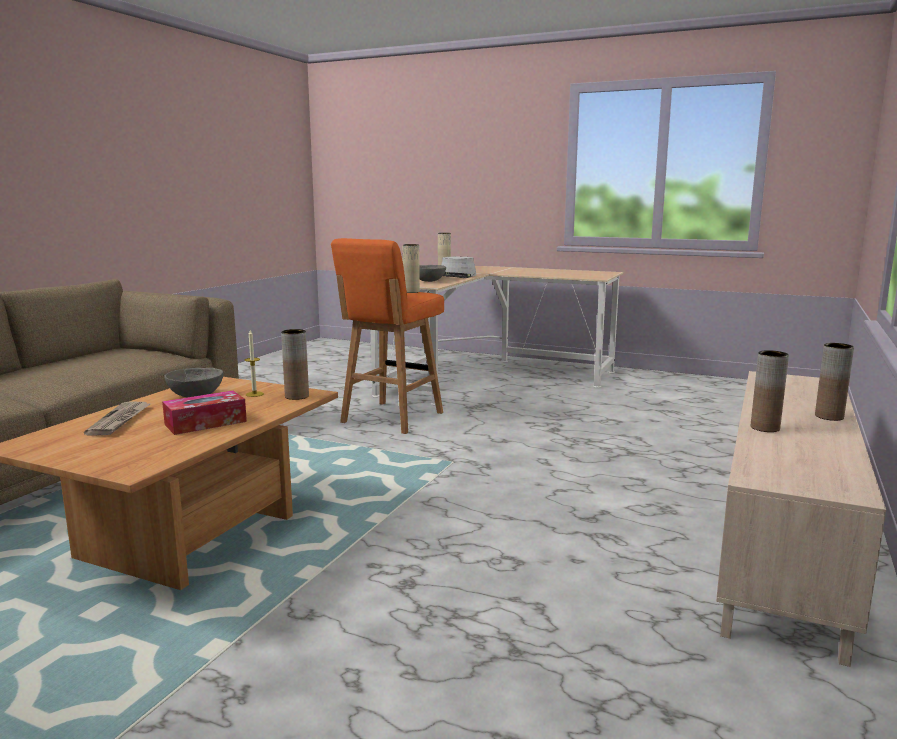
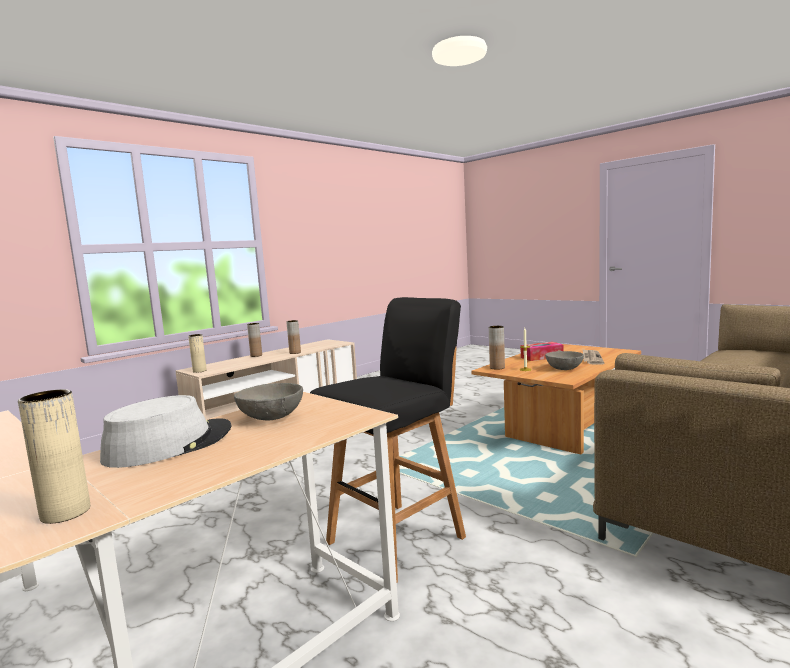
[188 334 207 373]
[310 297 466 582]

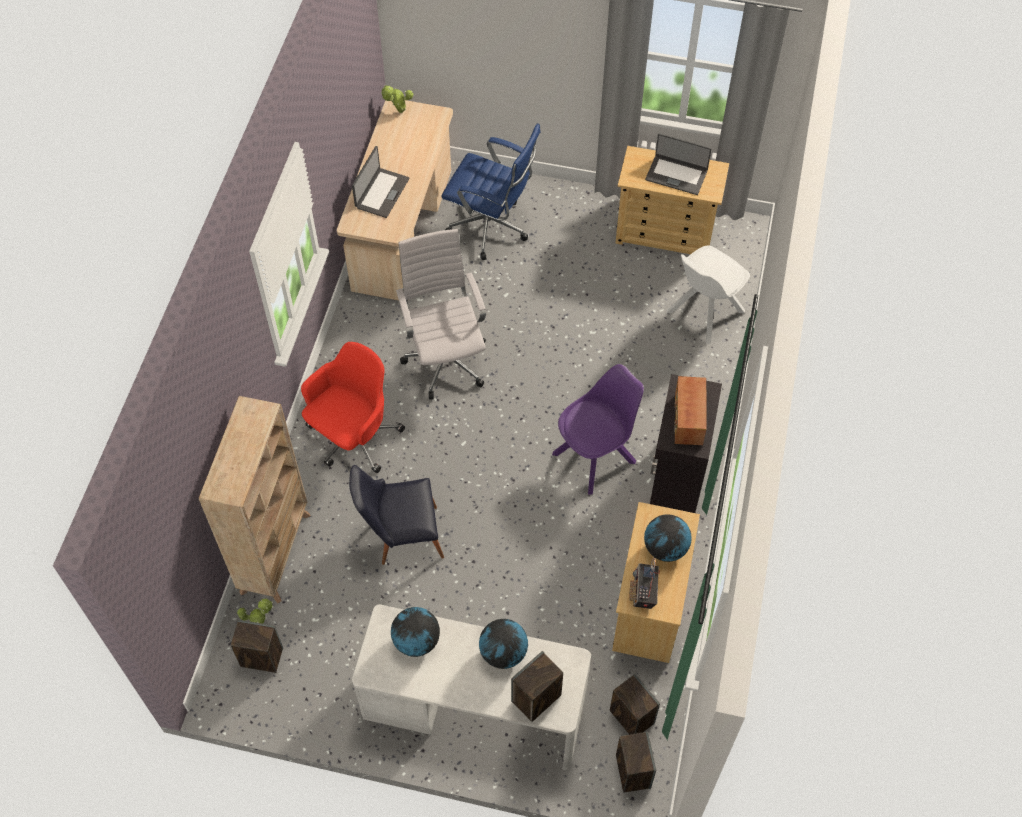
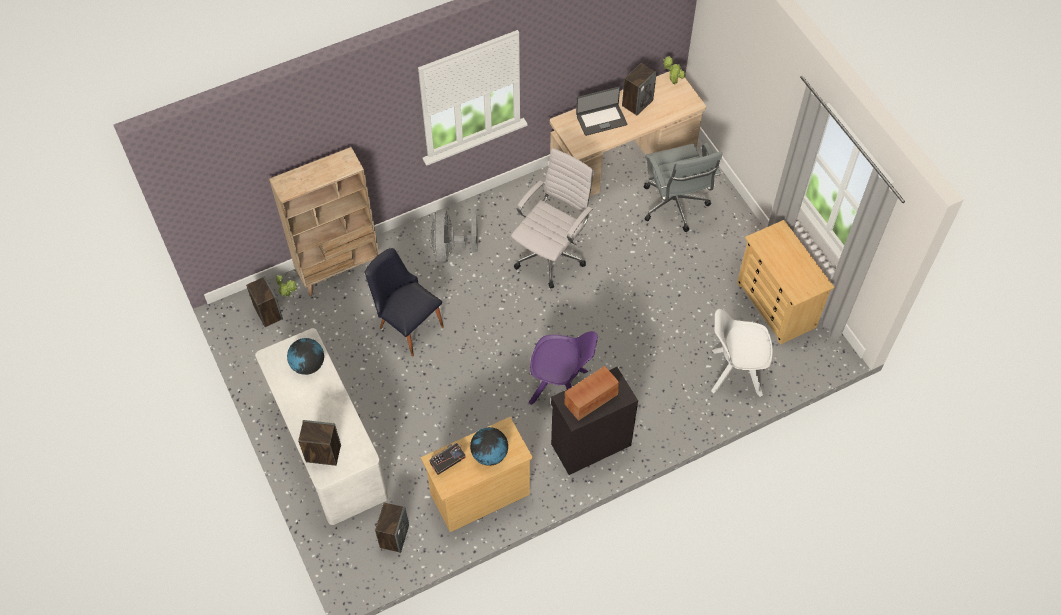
[430 210 478 263]
[622 63 657 116]
[644 143 722 232]
[479 619 528 669] (first image)
[645 133 712 195] (first image)

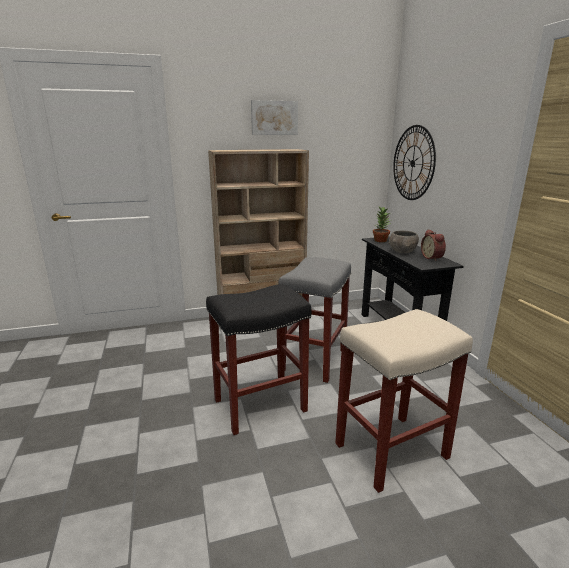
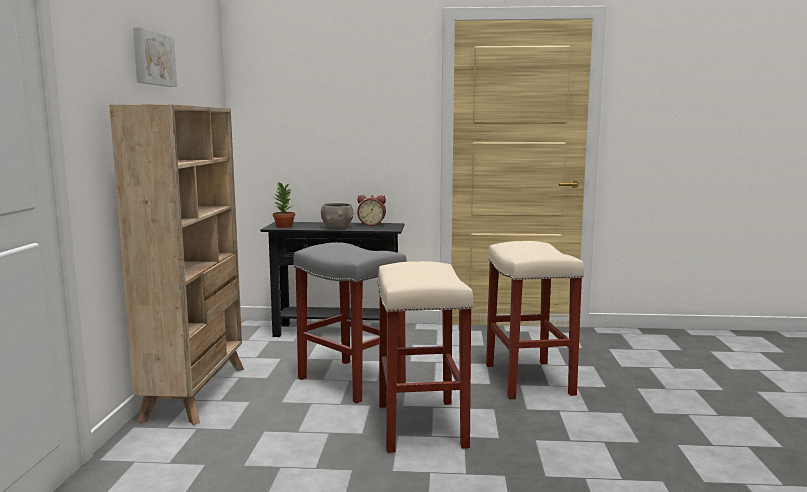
[377 261 474 453]
[393 125 436 200] (first image)

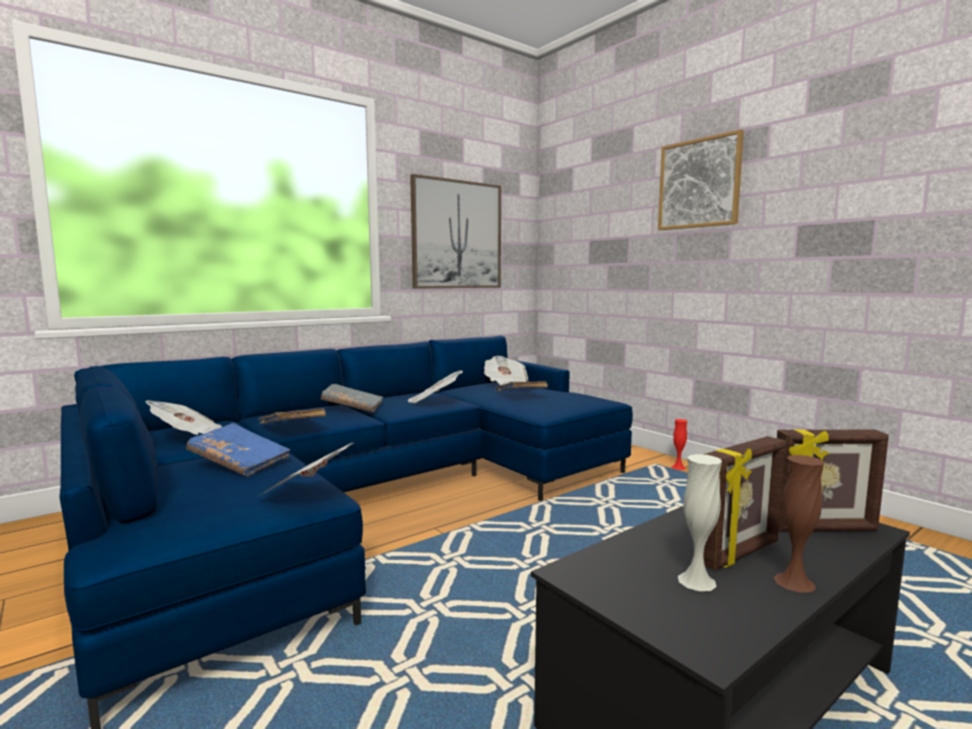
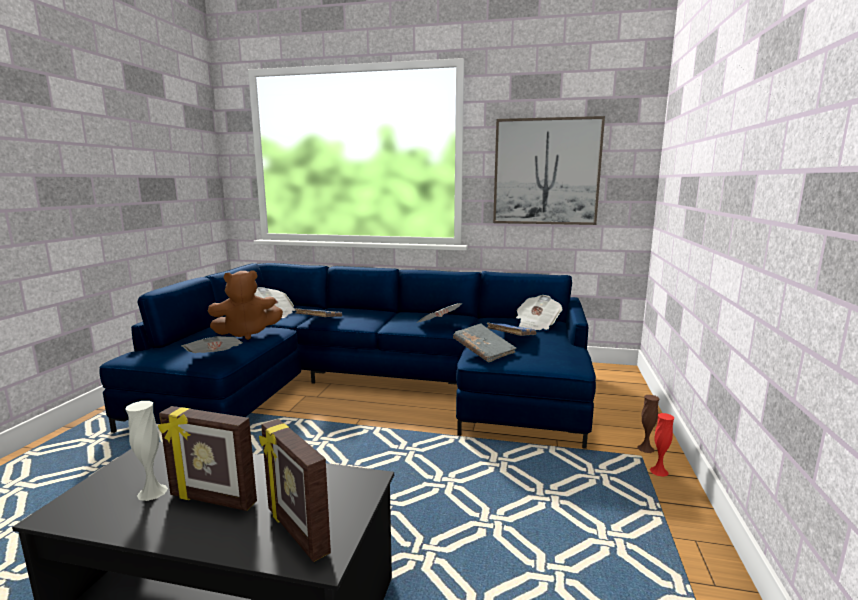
[208 270 283 340]
[453 323 517 363]
[637 395 659 453]
[658 129 744 230] (first image)

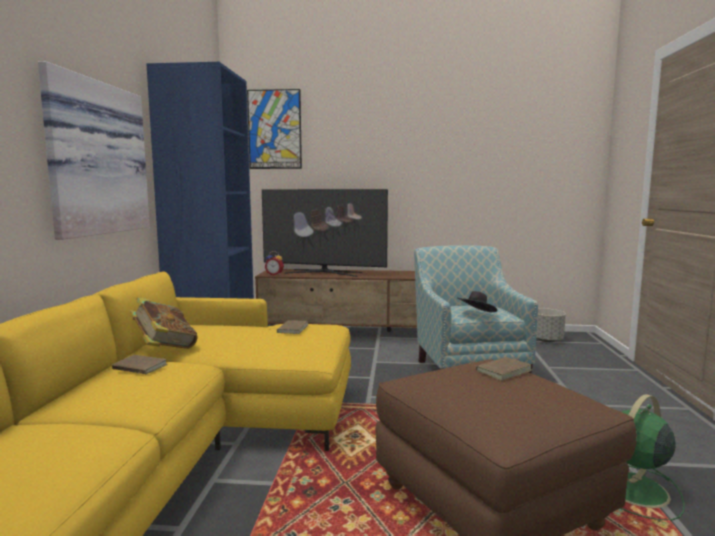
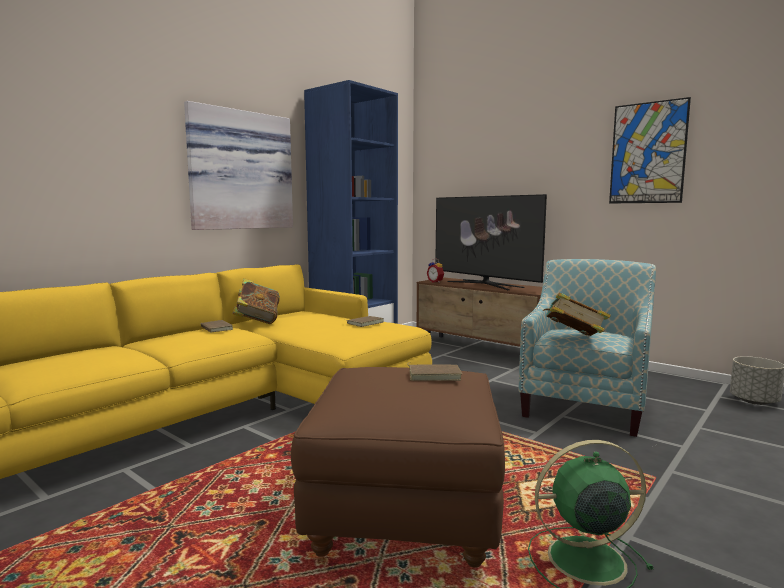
[543 292 611 336]
[609 97 691 203]

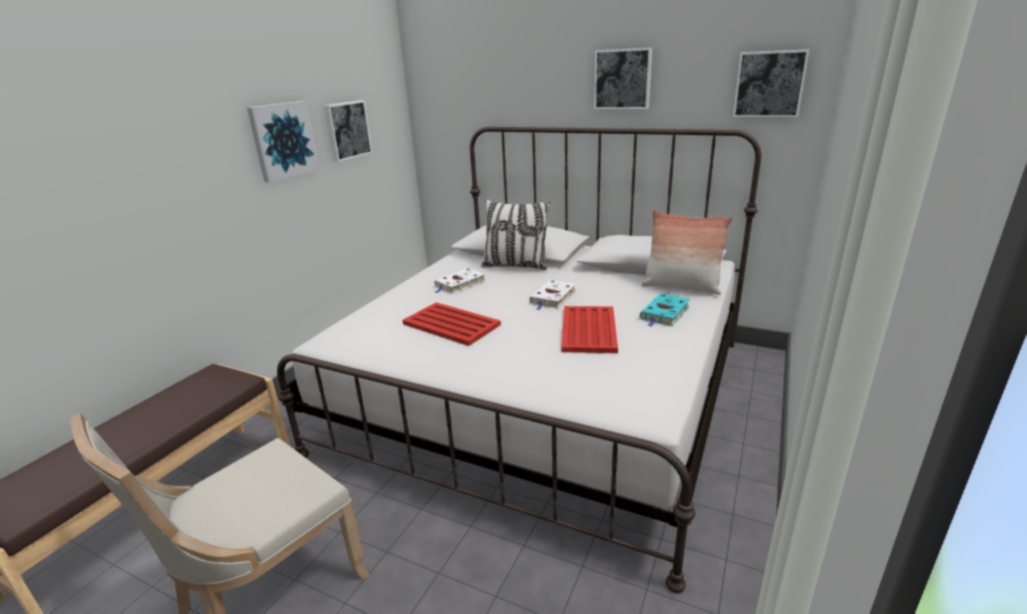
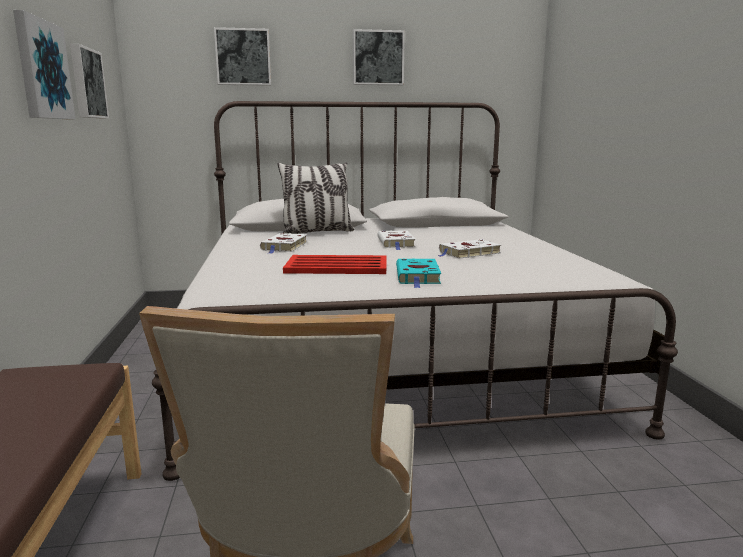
[214 27 271 86]
[396 258 441 288]
[438 239 501 259]
[641 210 732 295] (first image)

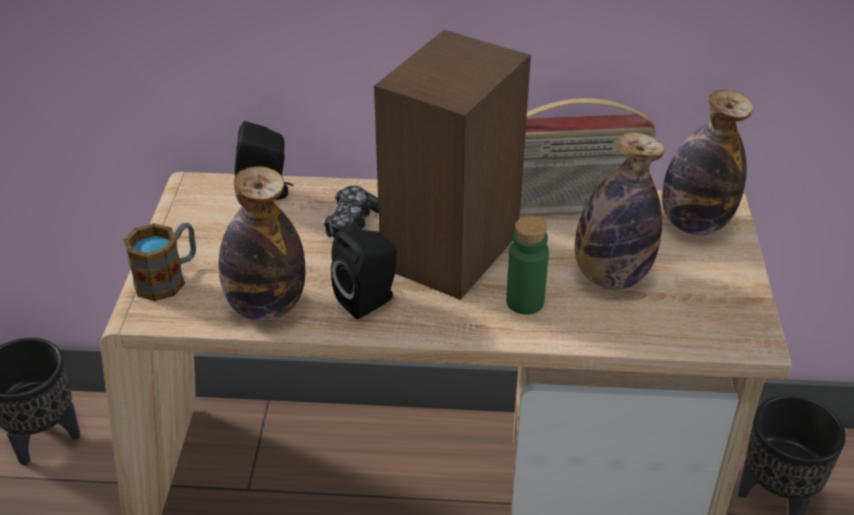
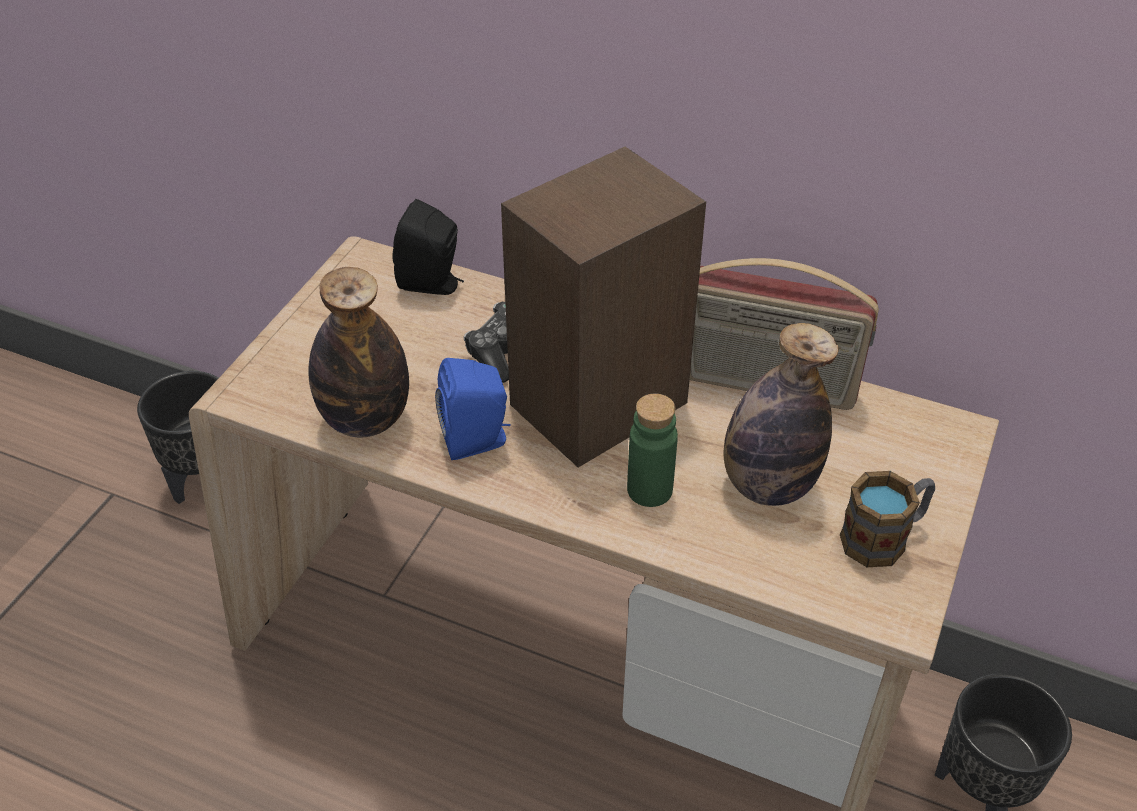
[435 358 511 460]
[840 471 935 567]
[662 90 754 235] (first image)

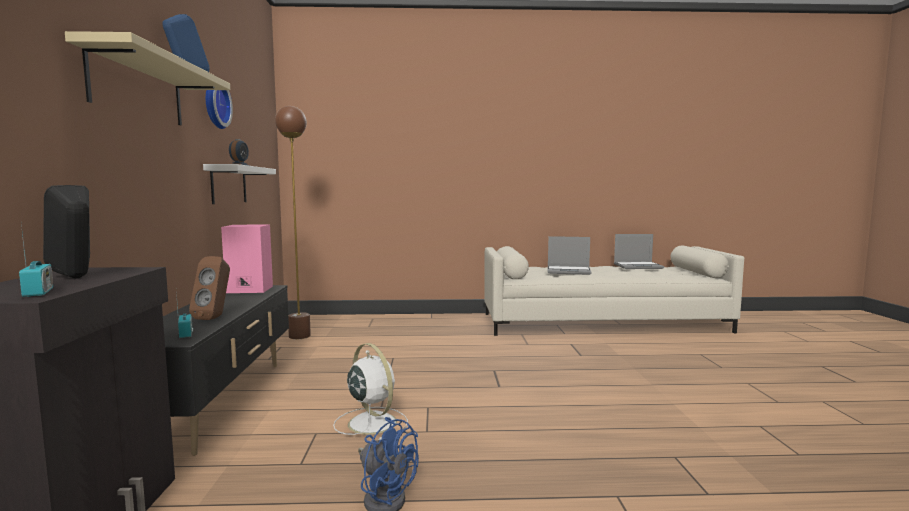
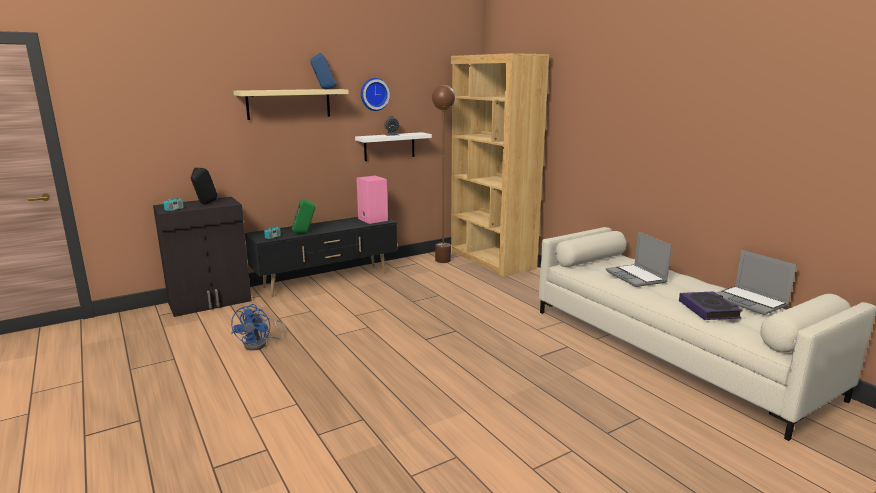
[292 198 315 233]
[451 53 549 277]
[679 291 743 320]
[333 343 408 440] (first image)

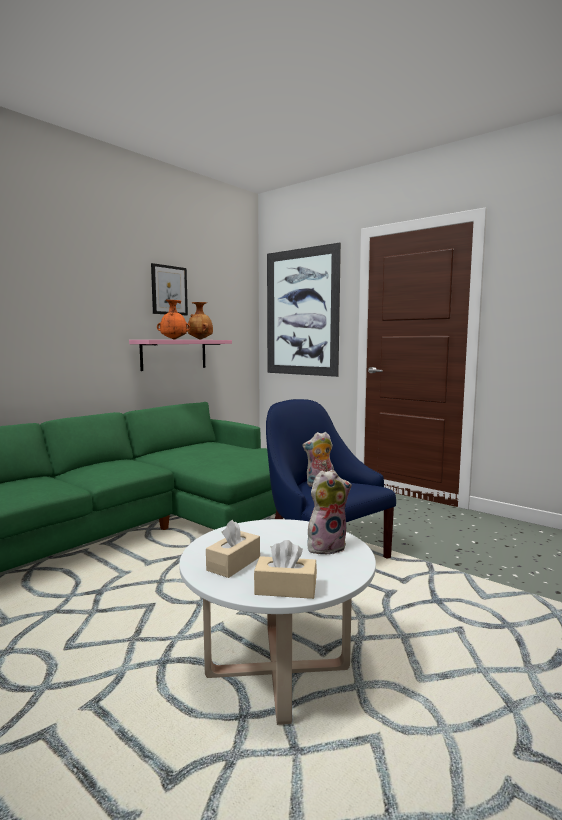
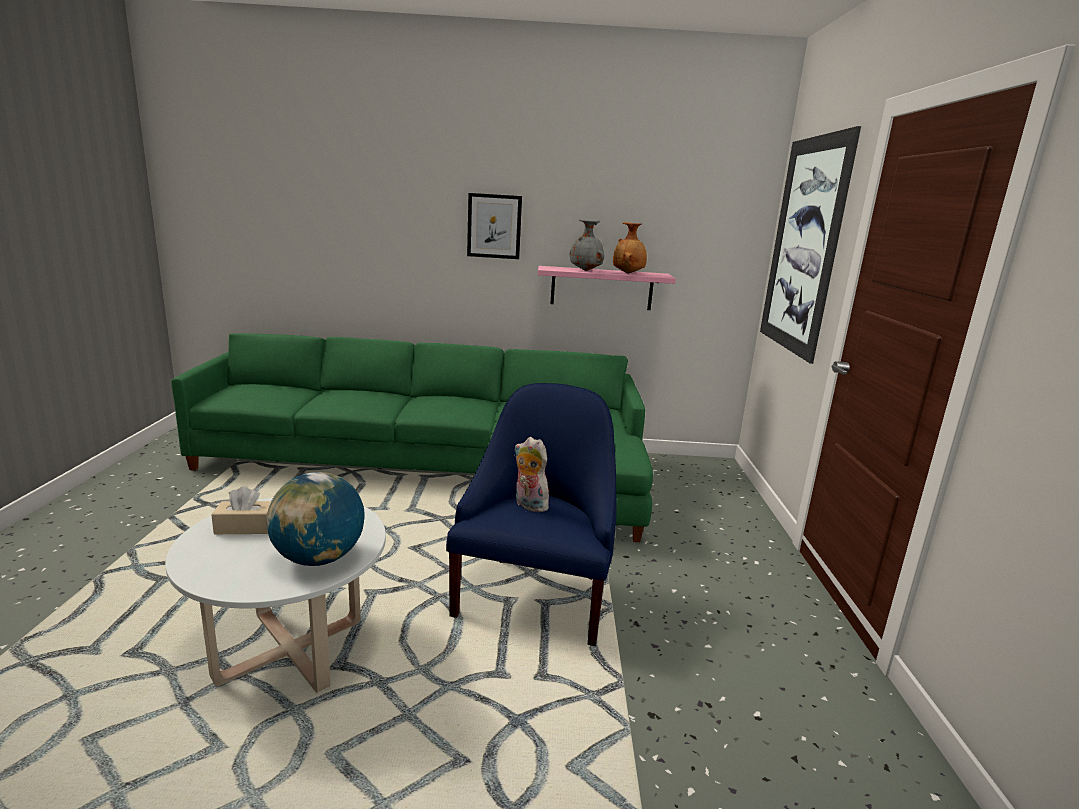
[266 472 365 566]
[467 193 522 259]
[570 219 604 271]
[254 540 317 599] (first image)

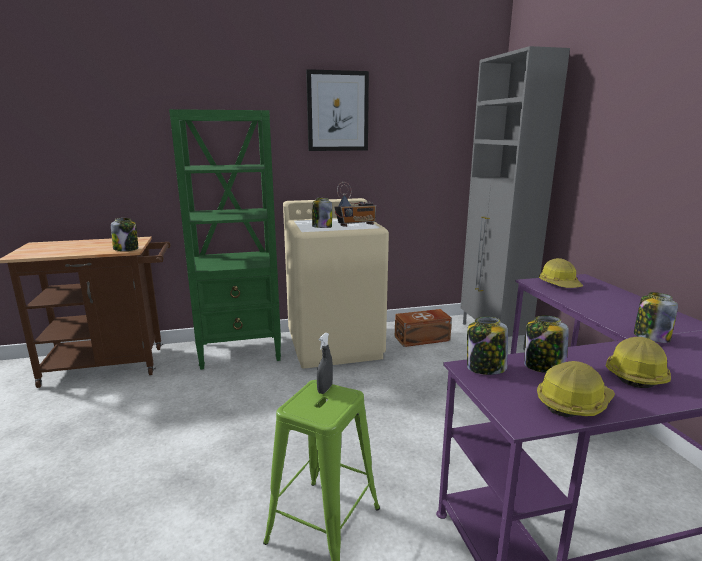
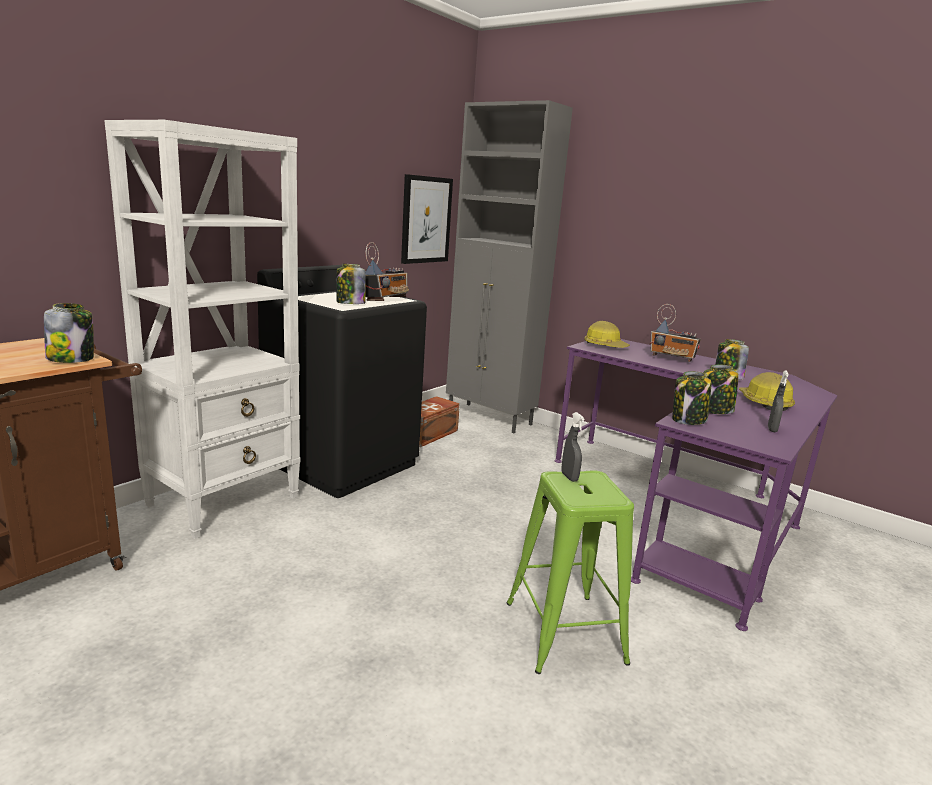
[104 120 301 539]
[257 265 427 498]
[401 174 453 264]
[650 304 701 362]
[768 370 789 432]

